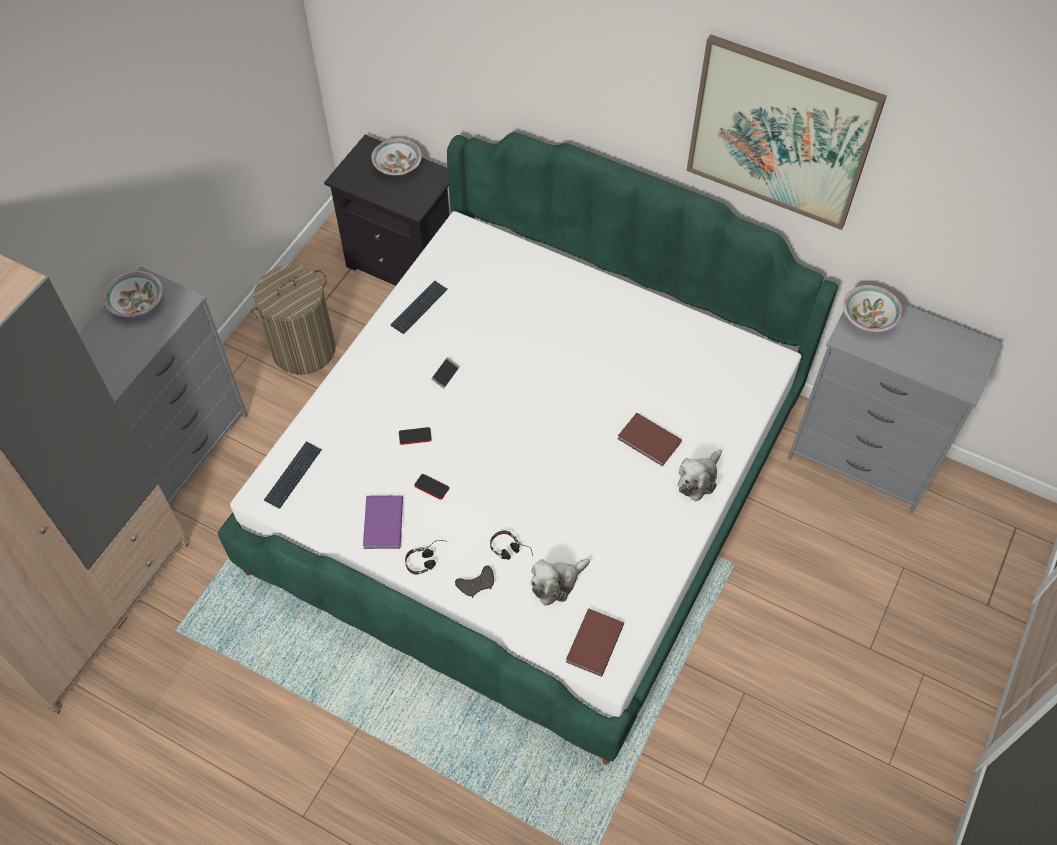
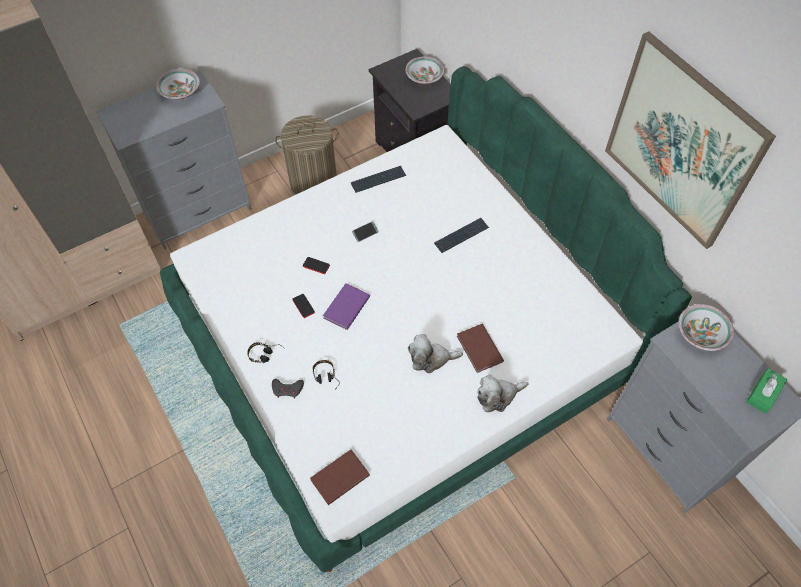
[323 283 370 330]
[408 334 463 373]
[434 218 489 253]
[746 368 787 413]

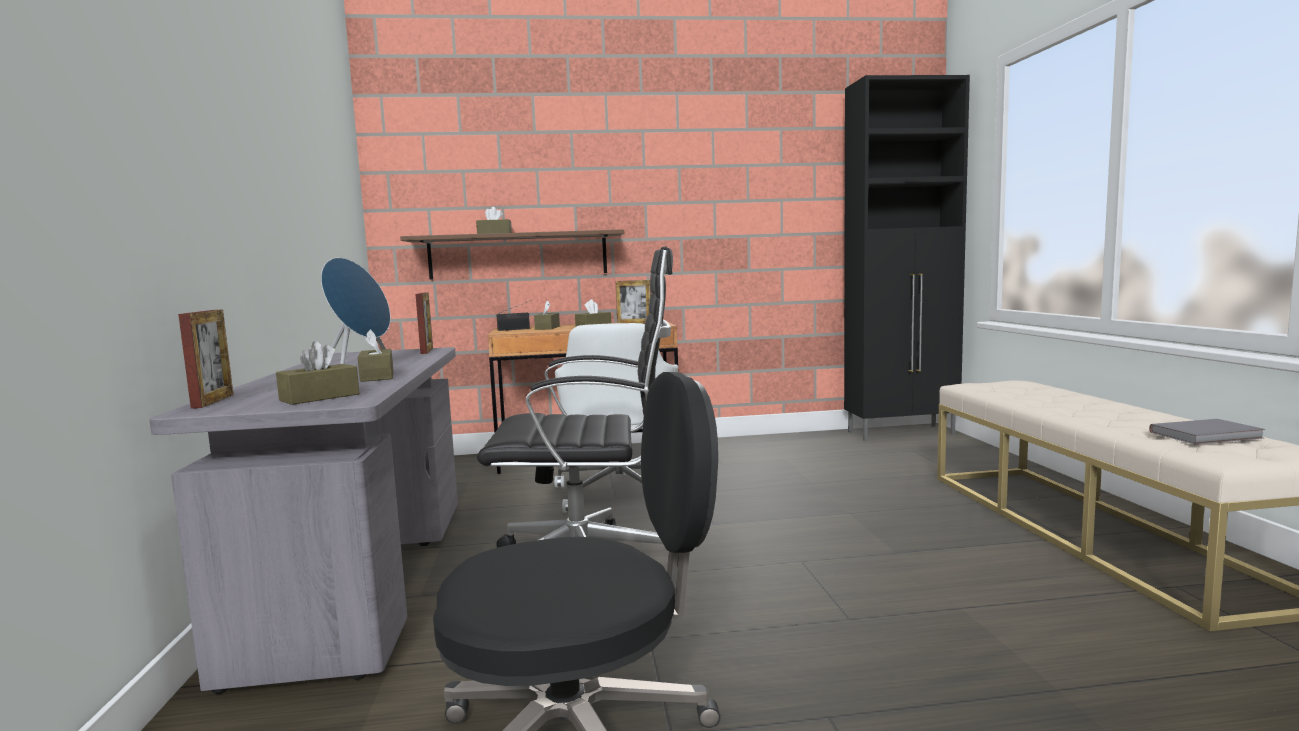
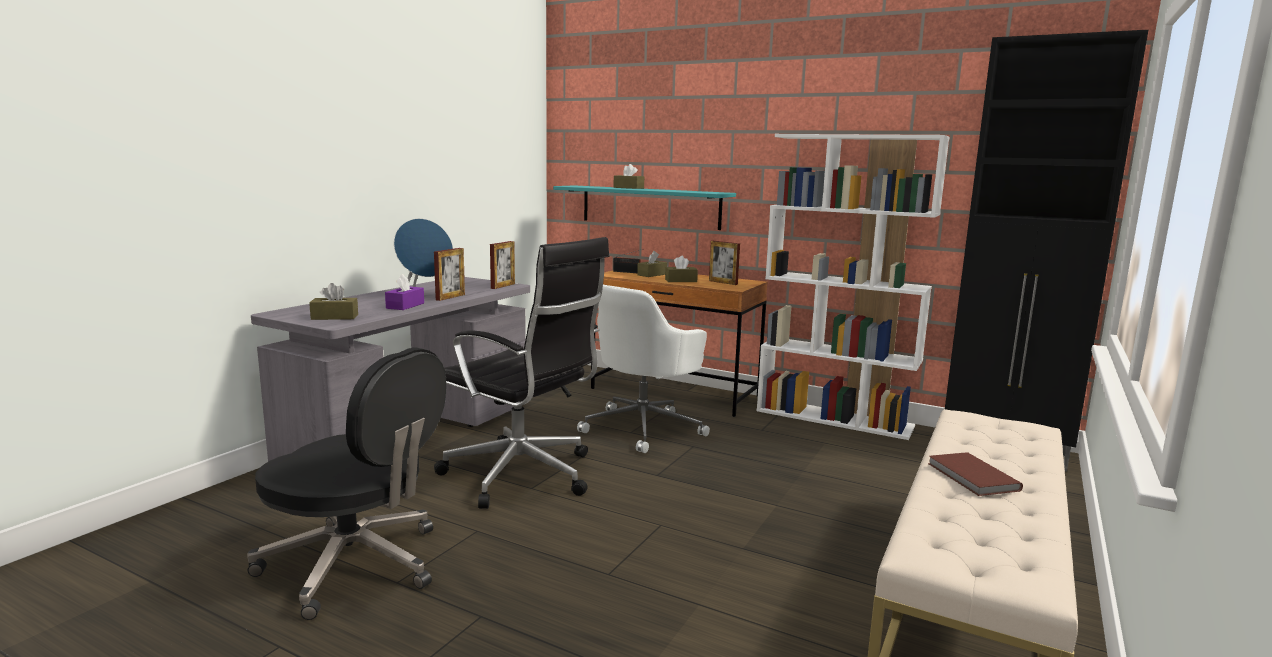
[385 274 424 310]
[434 248 465 301]
[553 185 736 230]
[757 134 949 440]
[928 452 1023 496]
[1149 419 1266 444] (first image)

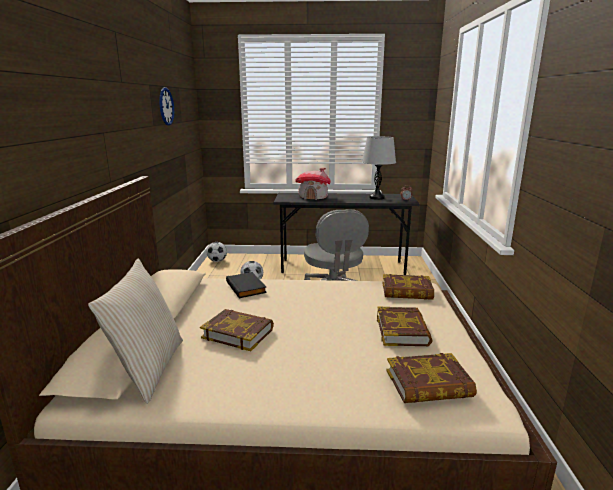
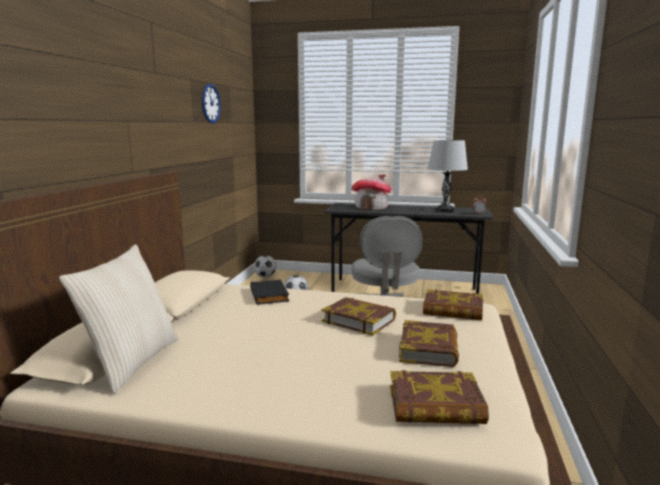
[321 297 396 336]

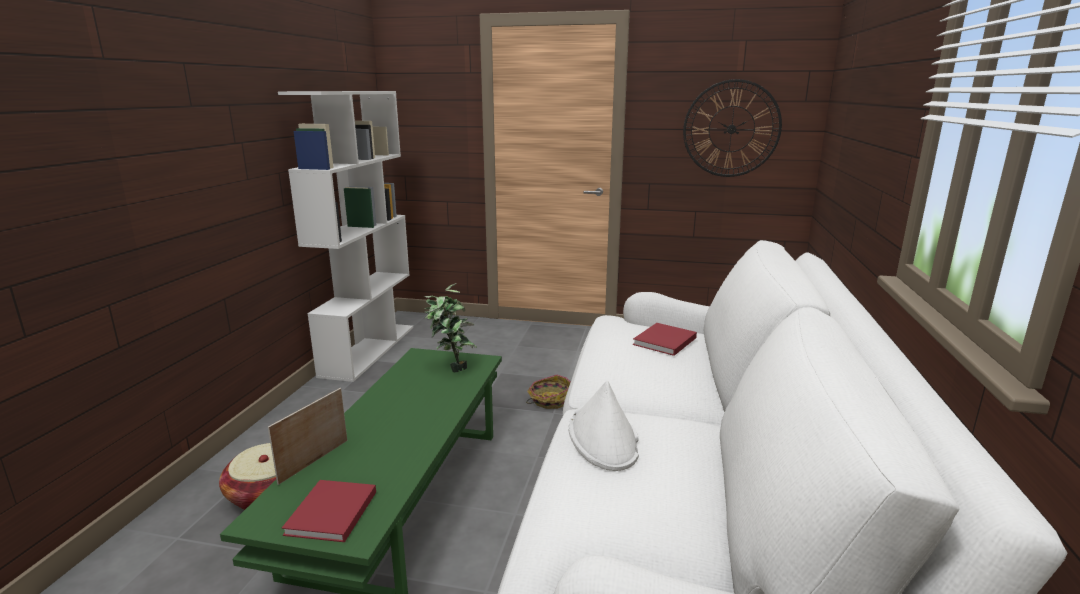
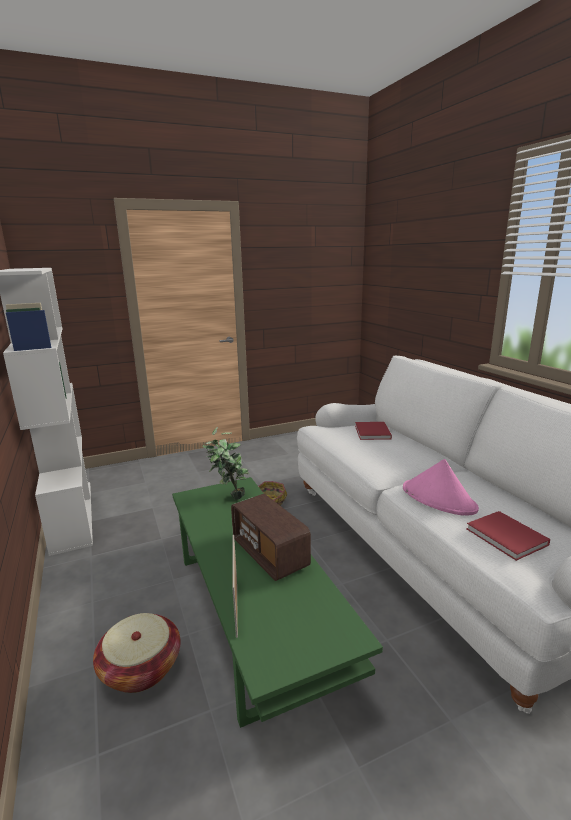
[231 494 311 581]
[403 459 479 515]
[466 511 550 561]
[683 79 782 177] (first image)

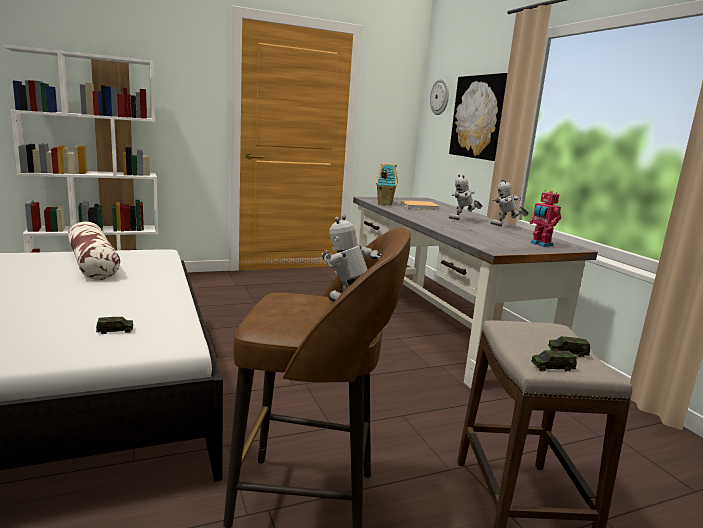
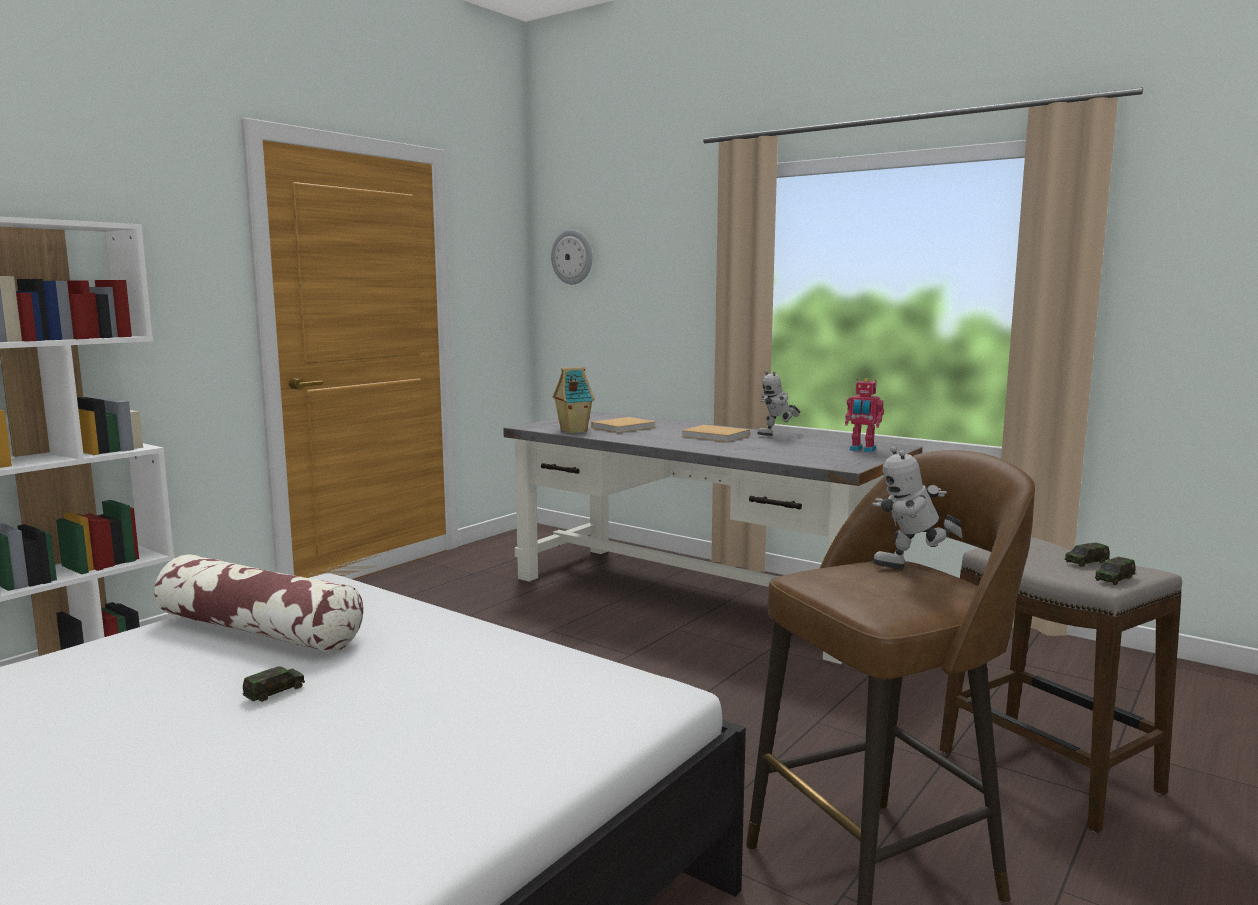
[243 666 305 702]
[681 425 750 442]
[449 73 507 161] (first image)

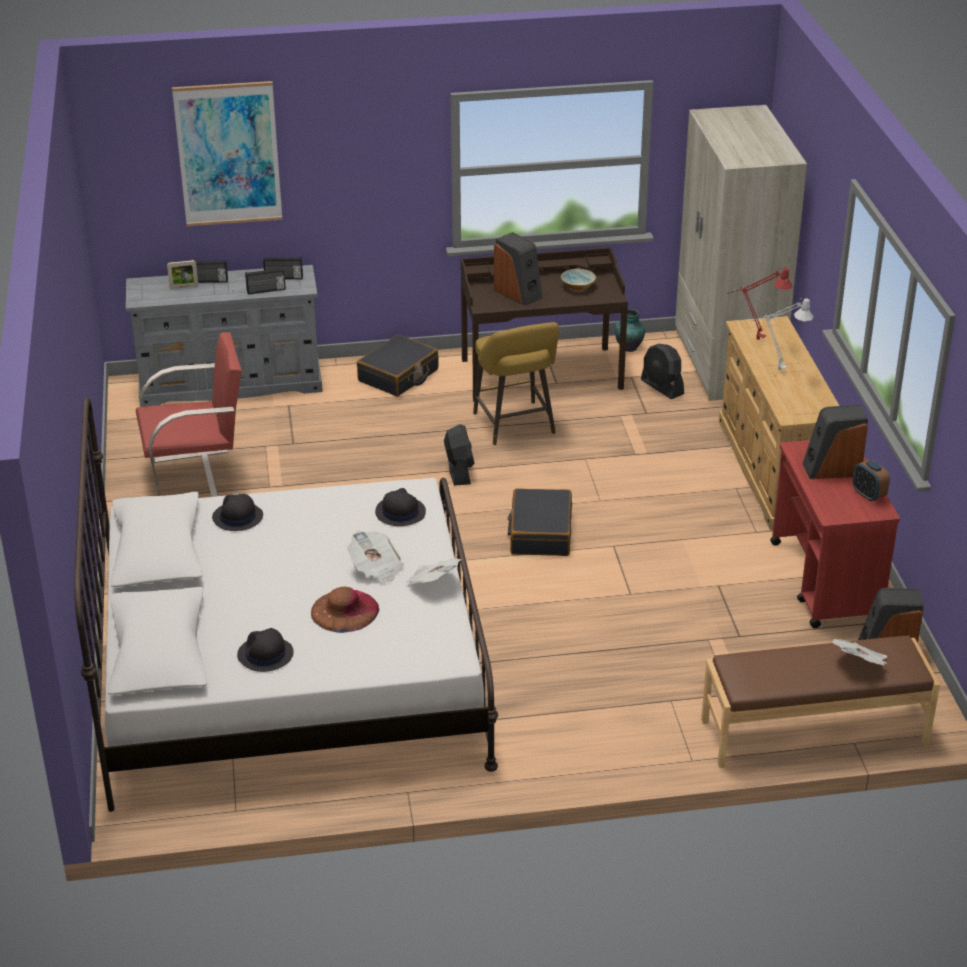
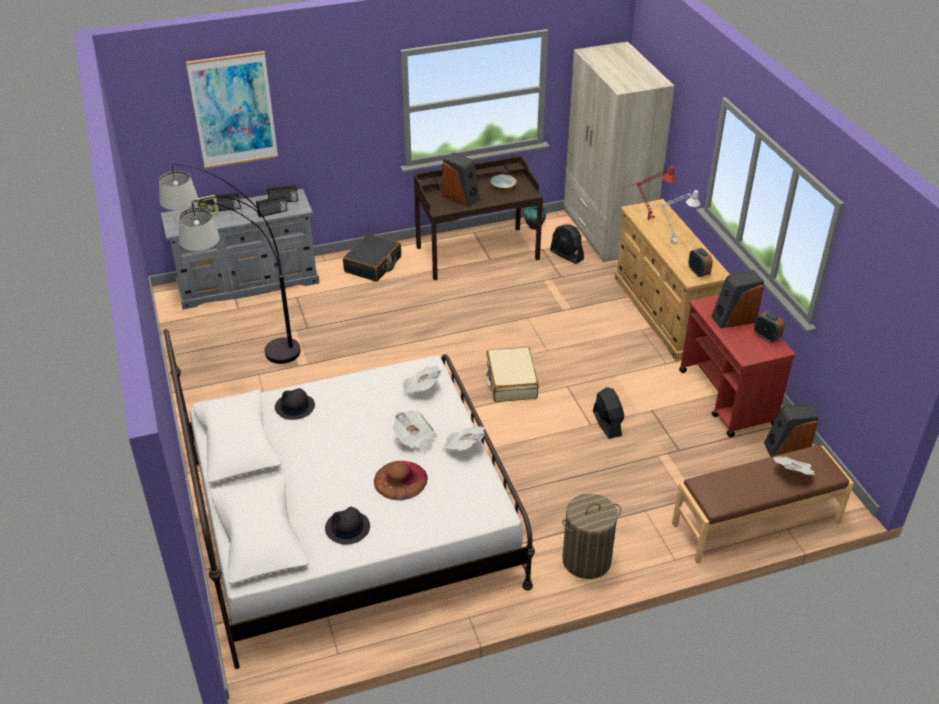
[159 164 301 364]
[402 366 442 395]
[486 347 539 402]
[562 494 621 579]
[593 387 624 439]
[688 248 713 277]
[473 322 559 445] (first image)

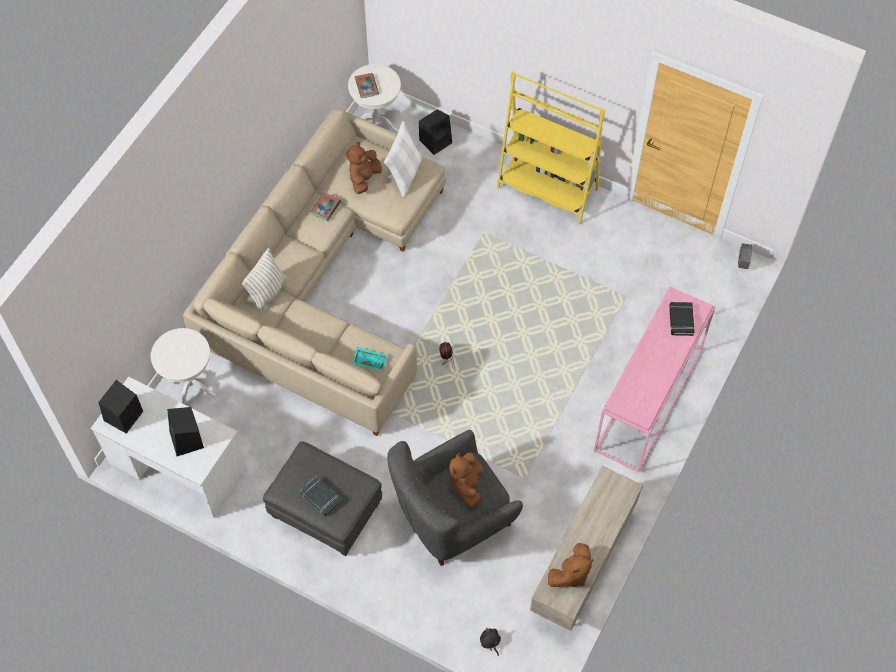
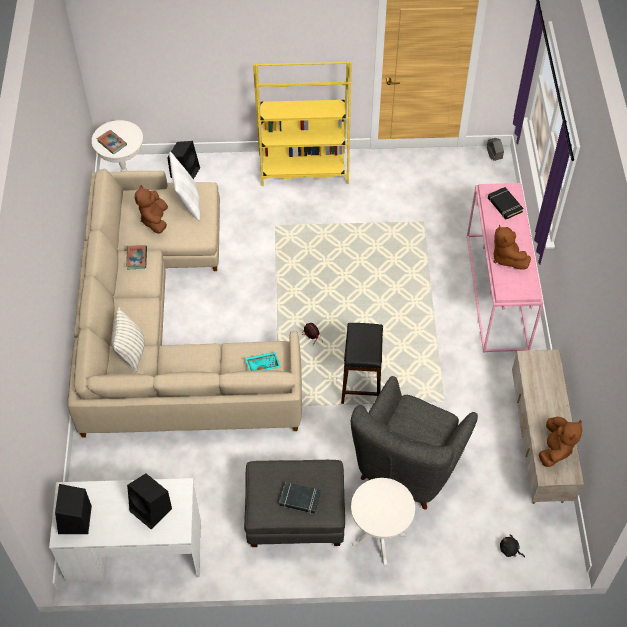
[341 323 383 404]
[351 478 415 566]
[493 224 531 270]

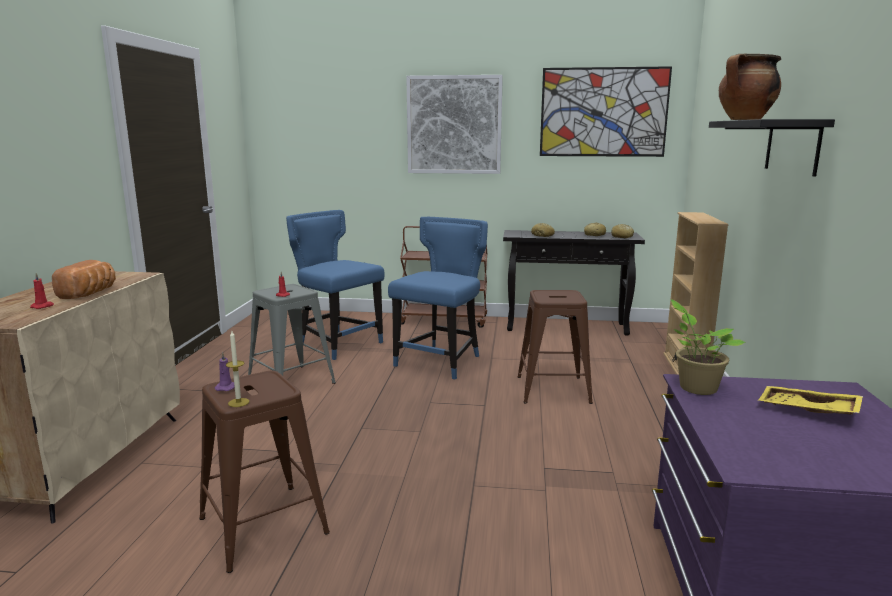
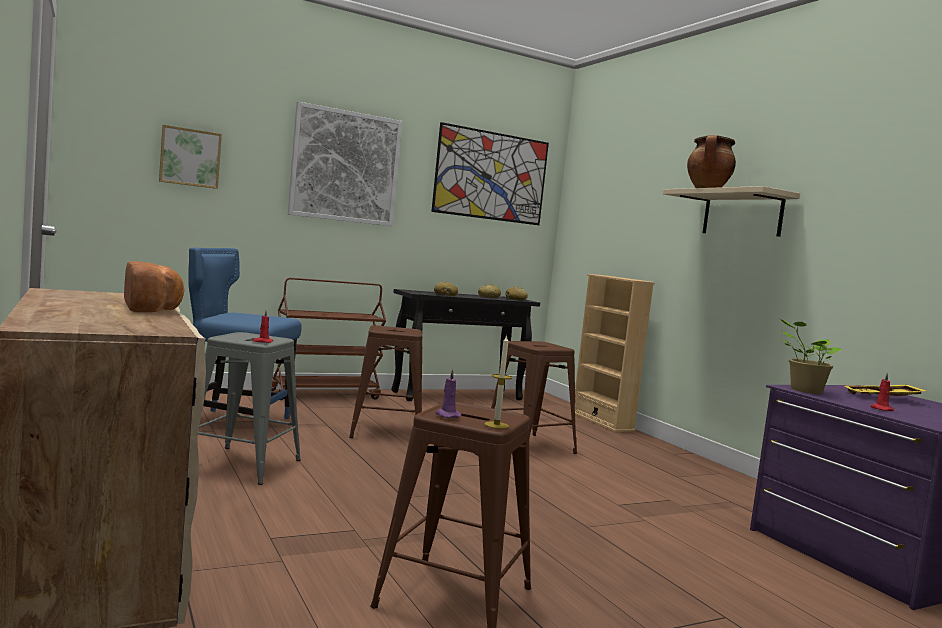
[159 125 222 189]
[349 325 423 438]
[663 186 800 237]
[870 372 894 411]

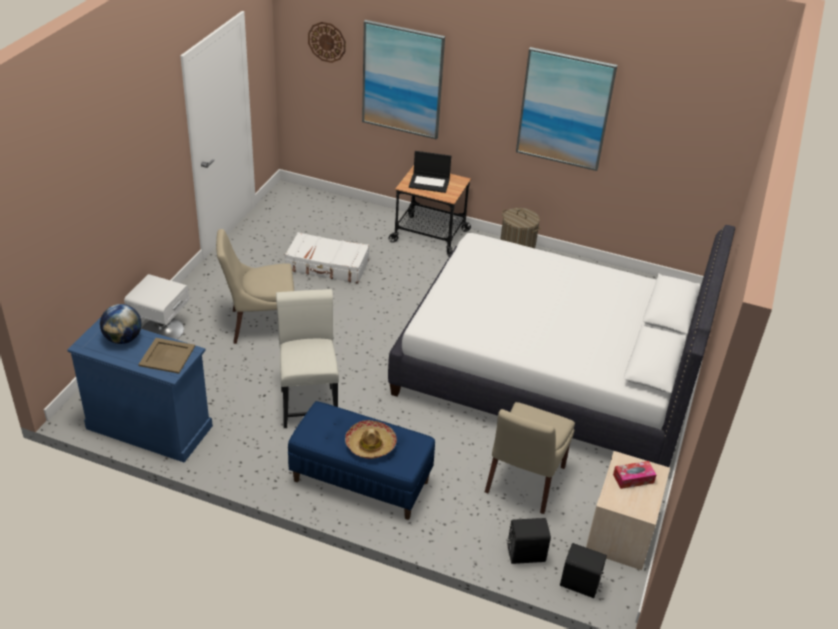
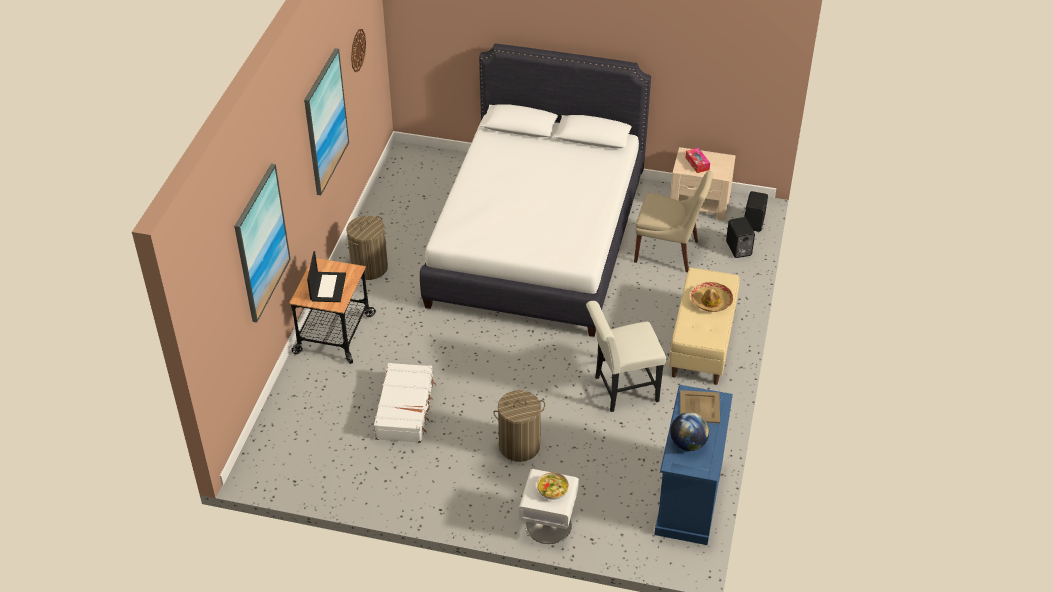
[351 29 366 72]
[493 390 545 462]
[537 472 569 500]
[669 268 740 385]

